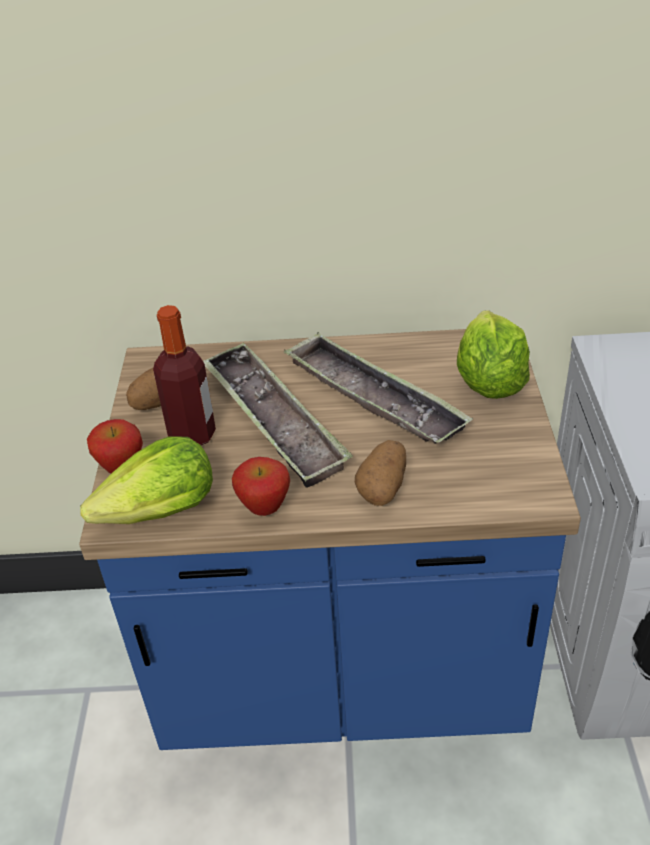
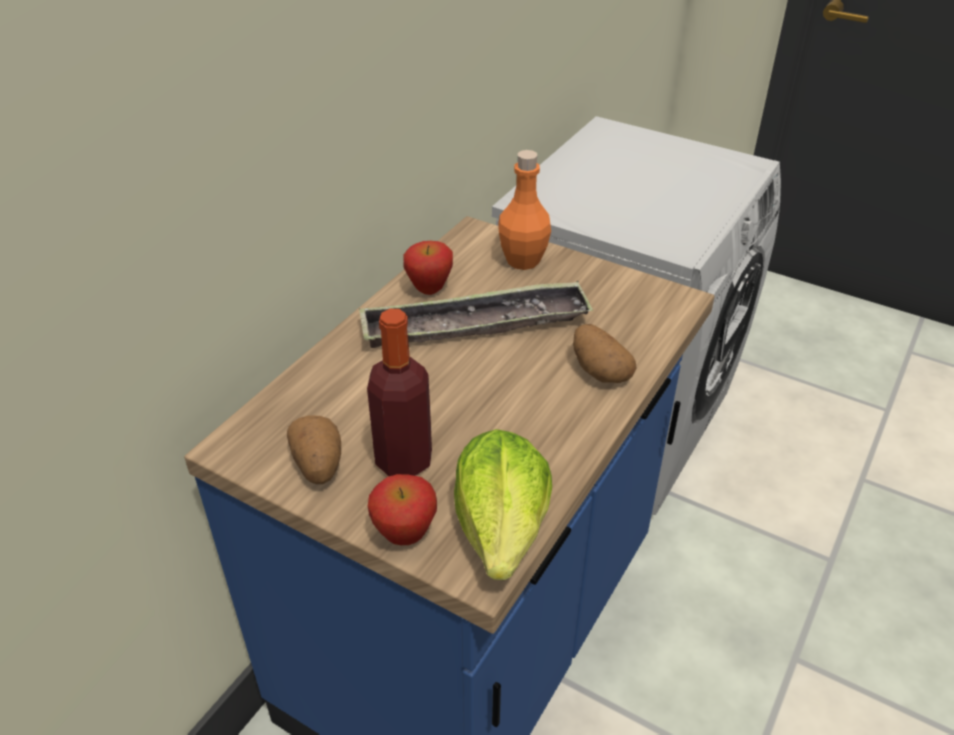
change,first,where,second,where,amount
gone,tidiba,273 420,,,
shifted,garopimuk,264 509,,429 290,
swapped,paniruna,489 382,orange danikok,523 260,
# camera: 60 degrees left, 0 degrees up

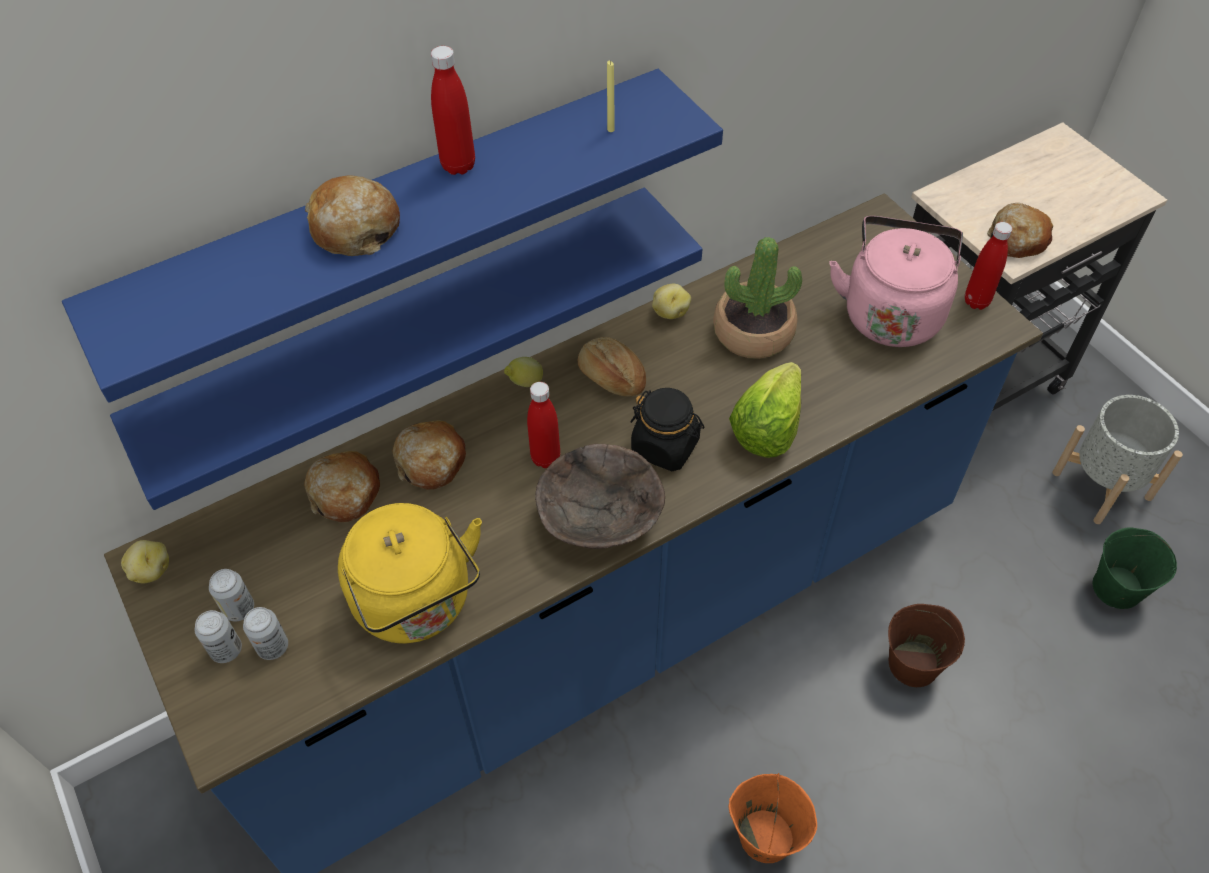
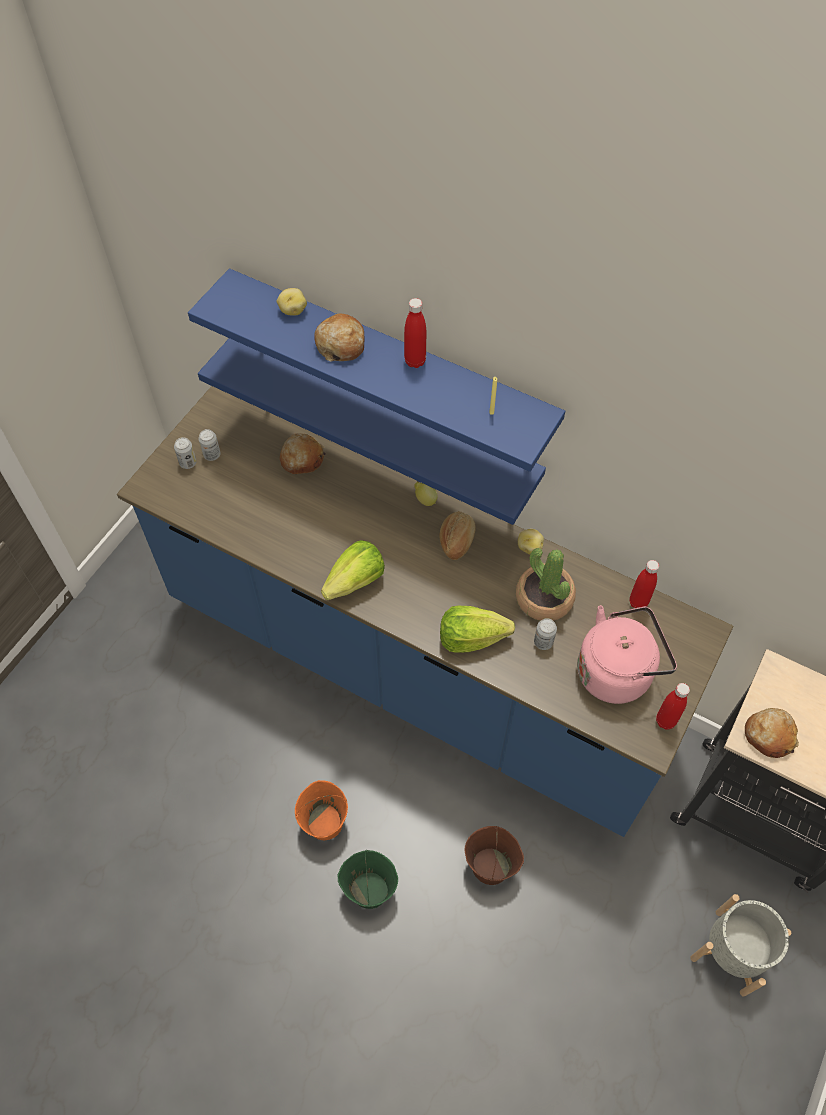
change,first,where,second,where,amount
shifted,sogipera,151 571,,292 310,
shifted,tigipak,273 647,,543 642,
gone,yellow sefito,418 604,,,
gone,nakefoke,431 461,,,
shifted,red danikok,545 458,,638 602,
swapped,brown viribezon,601 517,paniruna,355 582,
gone,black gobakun,665 446,,,
shifted,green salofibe,1116 588,,369 889,
# camera: 60 degrees right, 5 degrees up

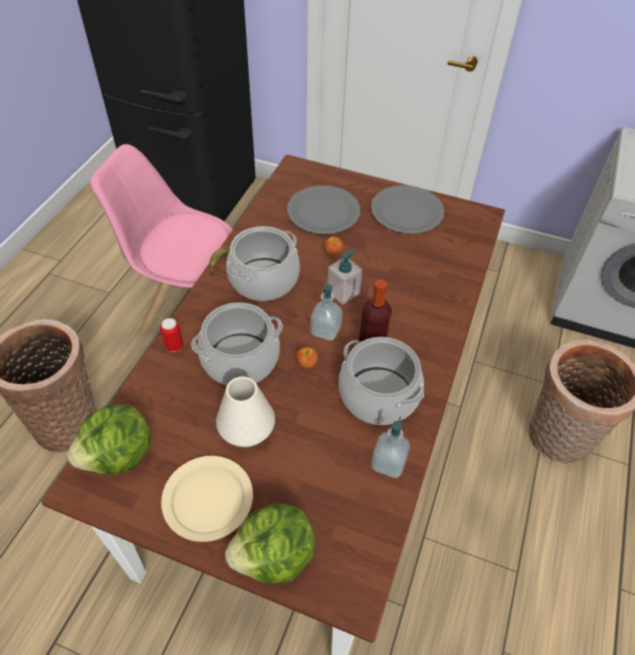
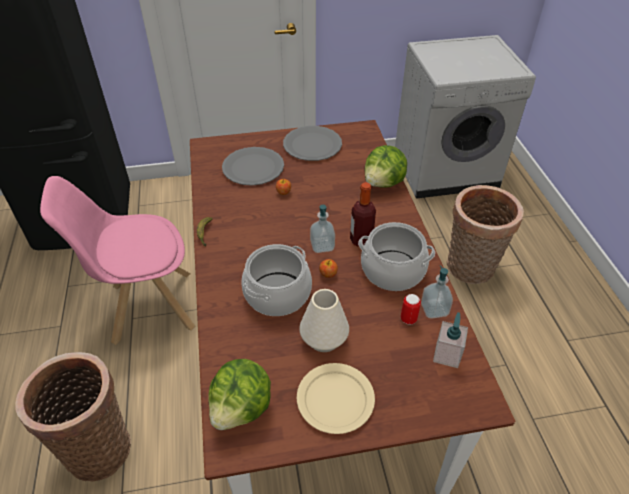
change,first,where,second,where,amount
shifted,tigipak,174 346,,408 319,
shifted,paniruna,275 557,,383 183,
gone,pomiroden,263 279,,,
shifted,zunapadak,343 292,,447 355,
# camera: 30 degrees left, 5 degrees down

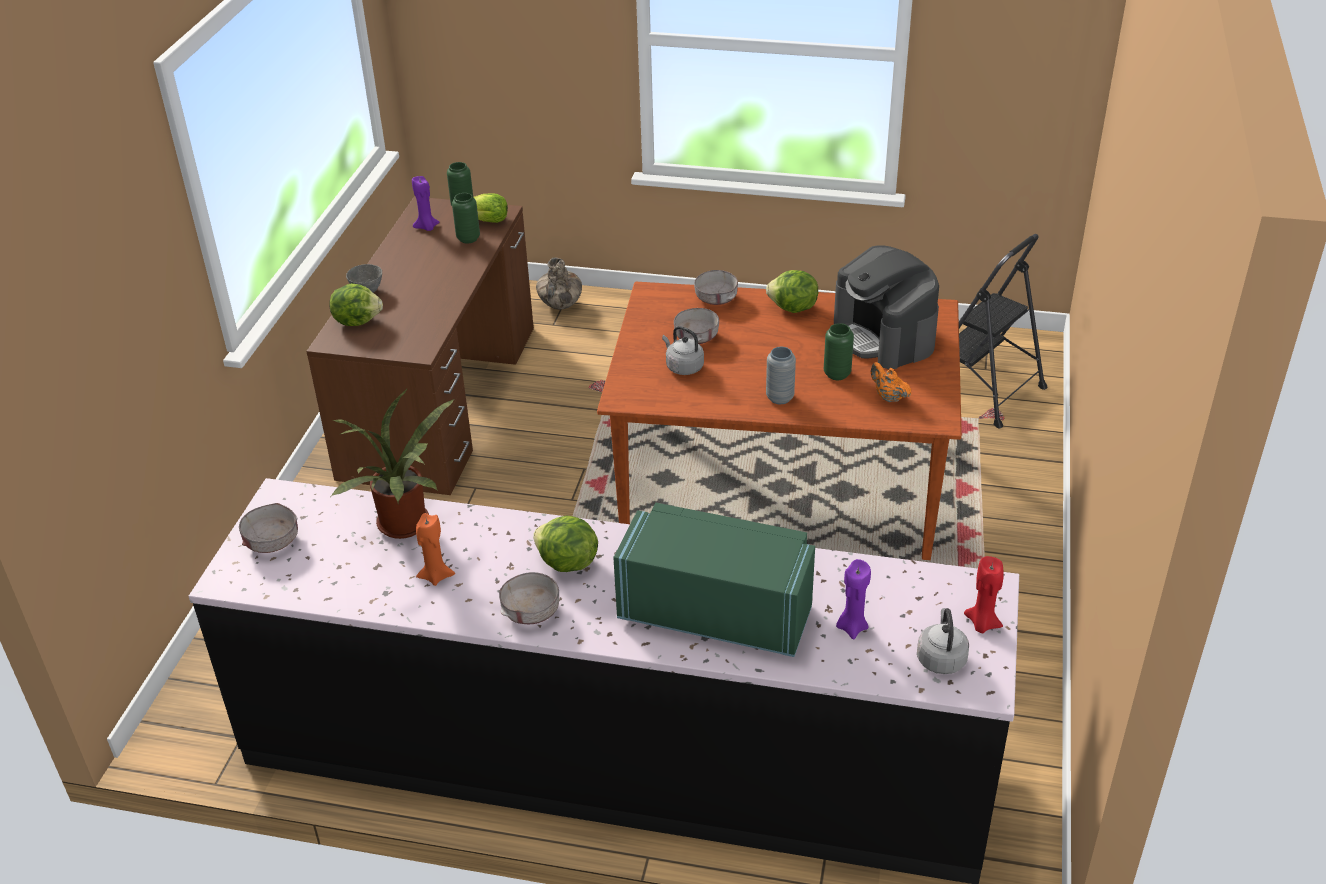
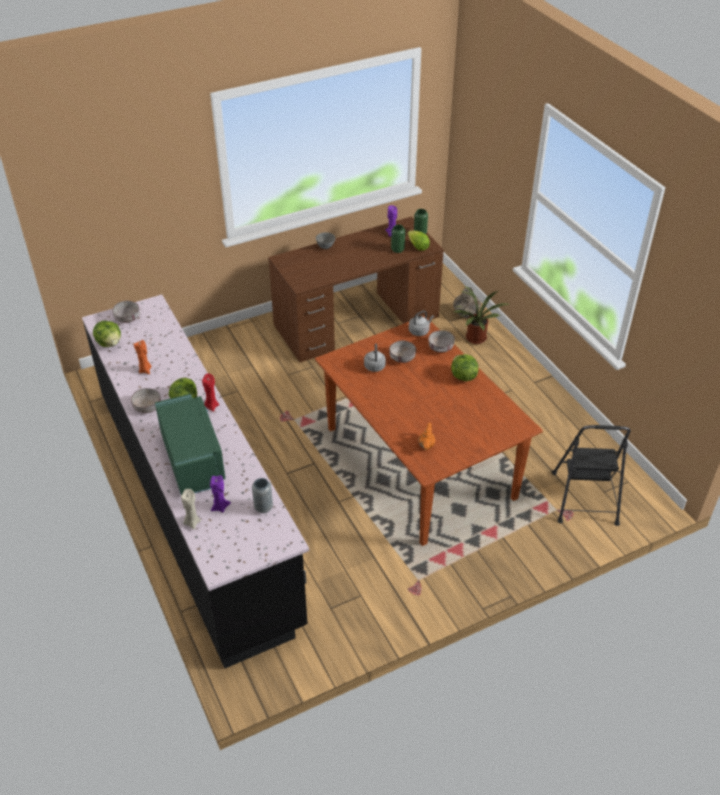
change,first,where,second,where,amount
shifted,paniruna,357 321,,110 343,
shifted,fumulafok,406 527,,475 339,
shifted,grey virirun,779 398,,263 507,
gone,green virirun,837 374,,,
gone,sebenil,884 336,,,
shifted,grey sefito,941 658,,420 331,
shifted,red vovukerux,982 624,,211 406,
new,,,beige vovukerux,192 522,
# camera: 50 degrees right, 5 degrees up

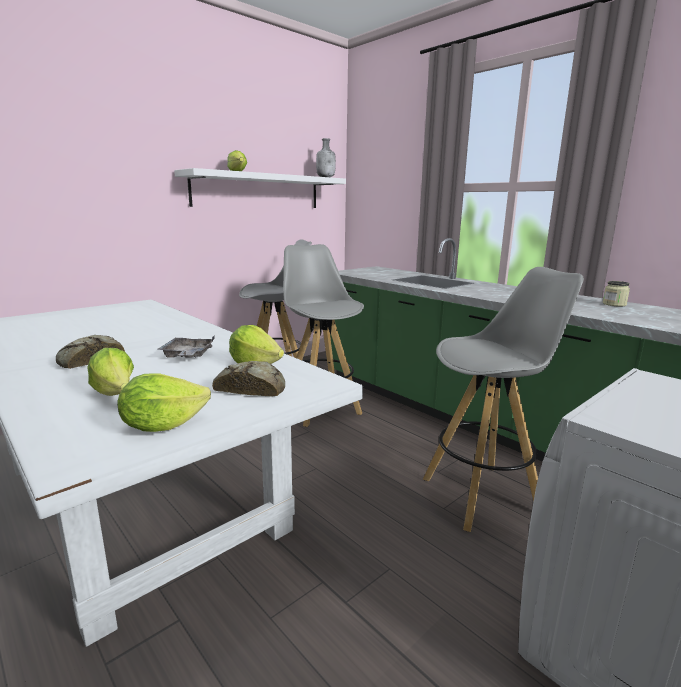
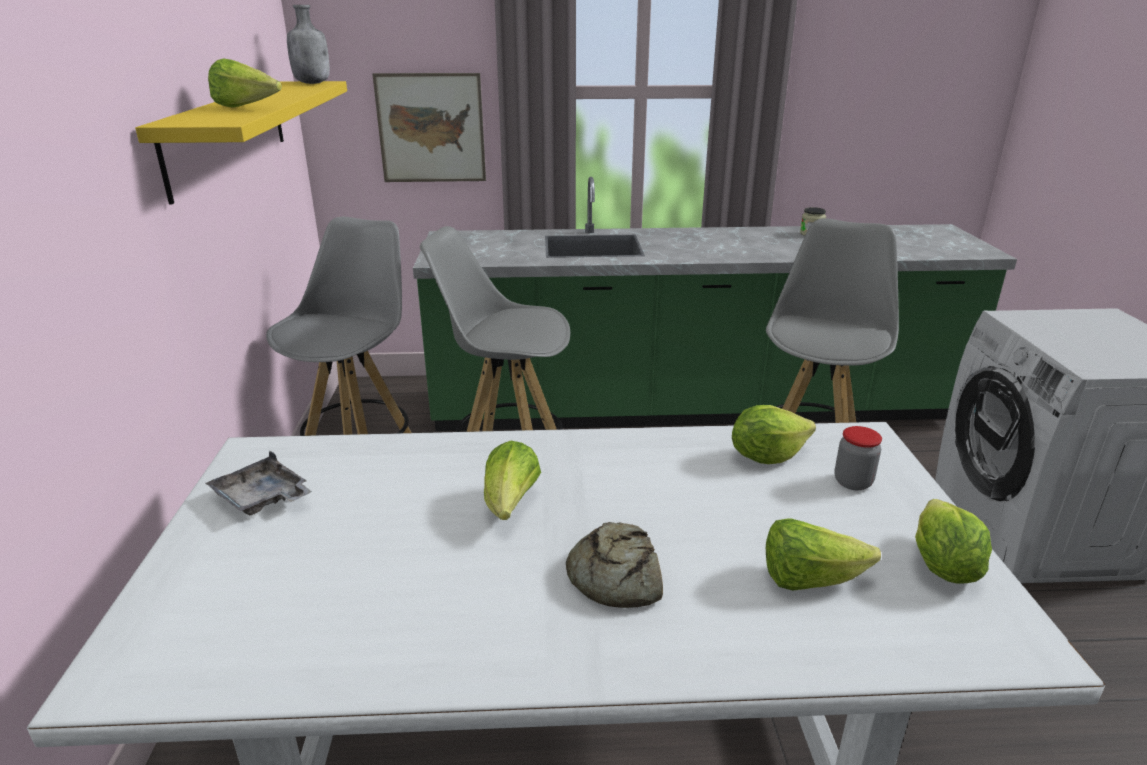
change,first,where,second,where,amount
shifted,grey tidiba,187 355,,262 498,
repainted,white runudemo,258 191,yellow runudemo,229 133,
swapped,nakefoke,251 388,gobakun,853 482,
new,,,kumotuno,431 128,
new,,,paniruna,510 504,
# camera: 50 degrees left, 10 degrees up

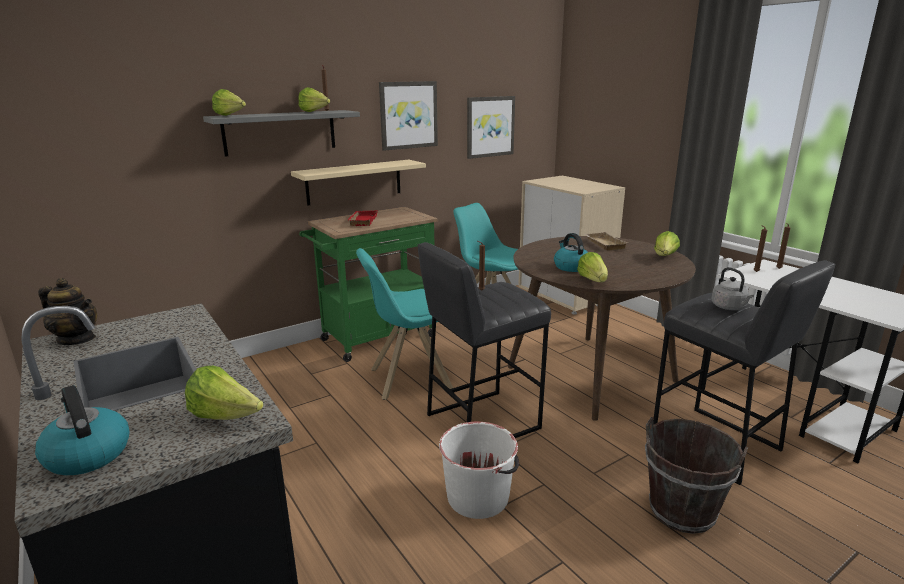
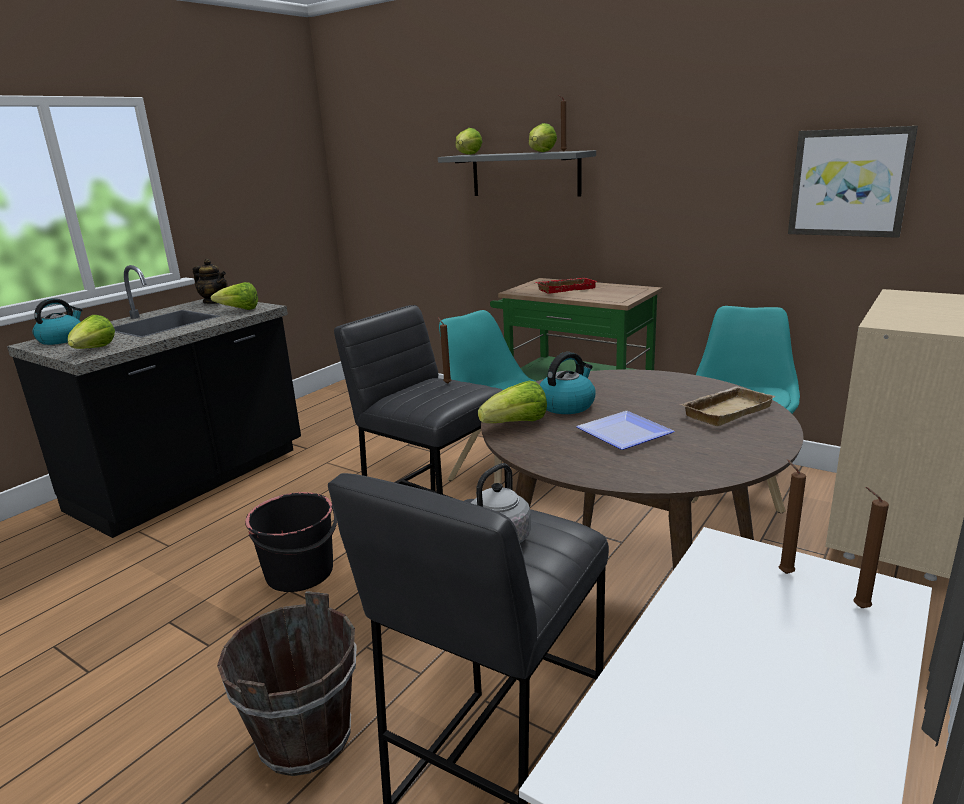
change,first,where,second,where,amount
rotated,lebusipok,77 339,,215 302,60 degrees counterclockwise
gone,beige runudemo,354 182,,,
gone,kumotuno,408 115,,,
repainted,white salofibe,478 497,black salofibe,300 573,
shifted,paniruna,664 257,,240 310,
new,,,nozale,624 432,
# camera: 70 degrees right, 0 degrees up

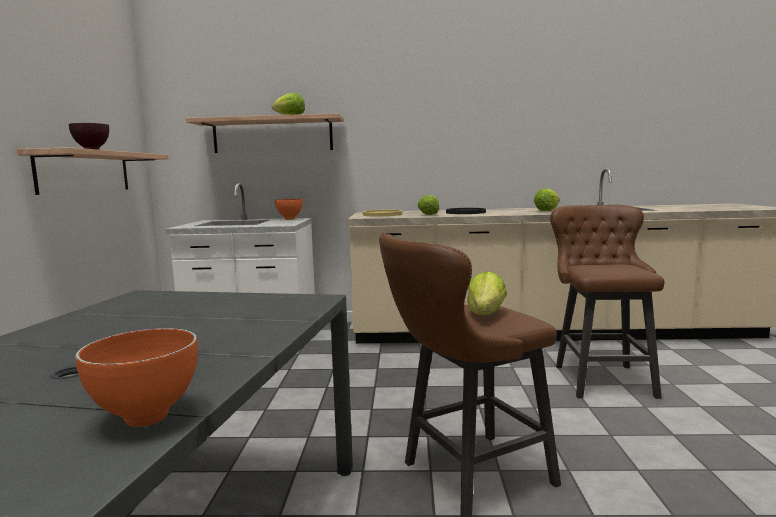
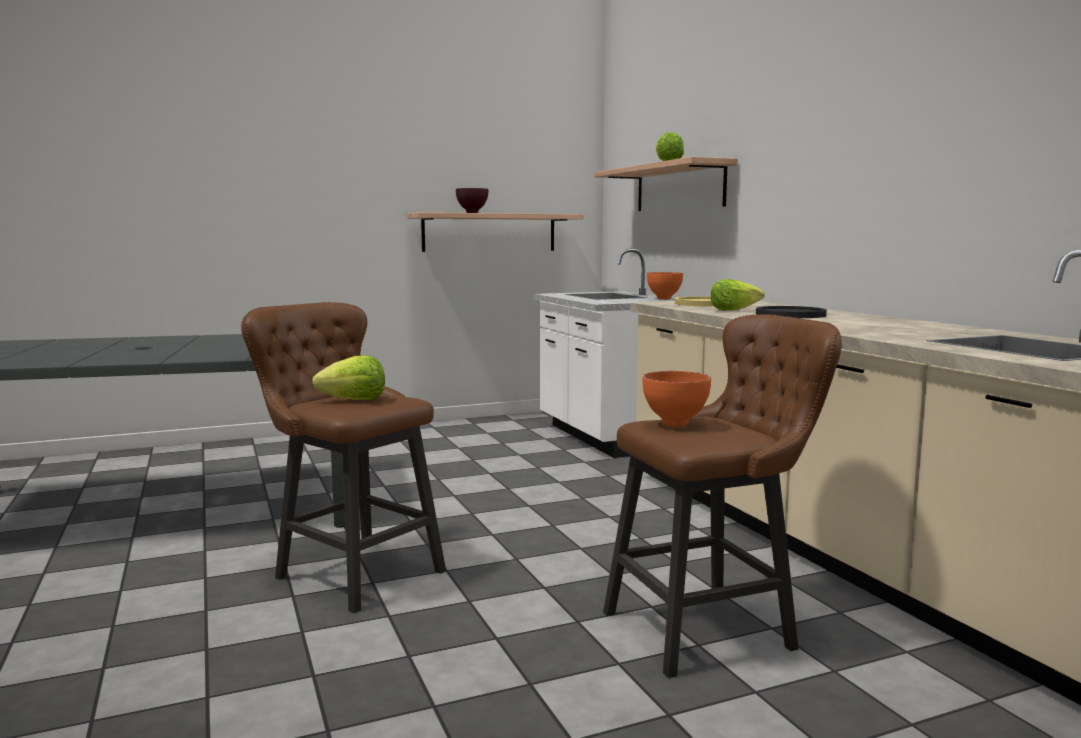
change,first,where,second,where,amount
shifted,orange viribezon,147 418,,676 424,
gone,paniruna,547 210,,,
# camera: 65 degrees right, 0 degrees up

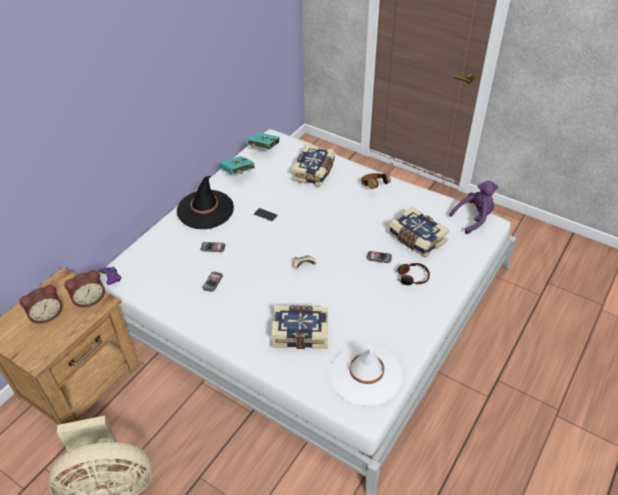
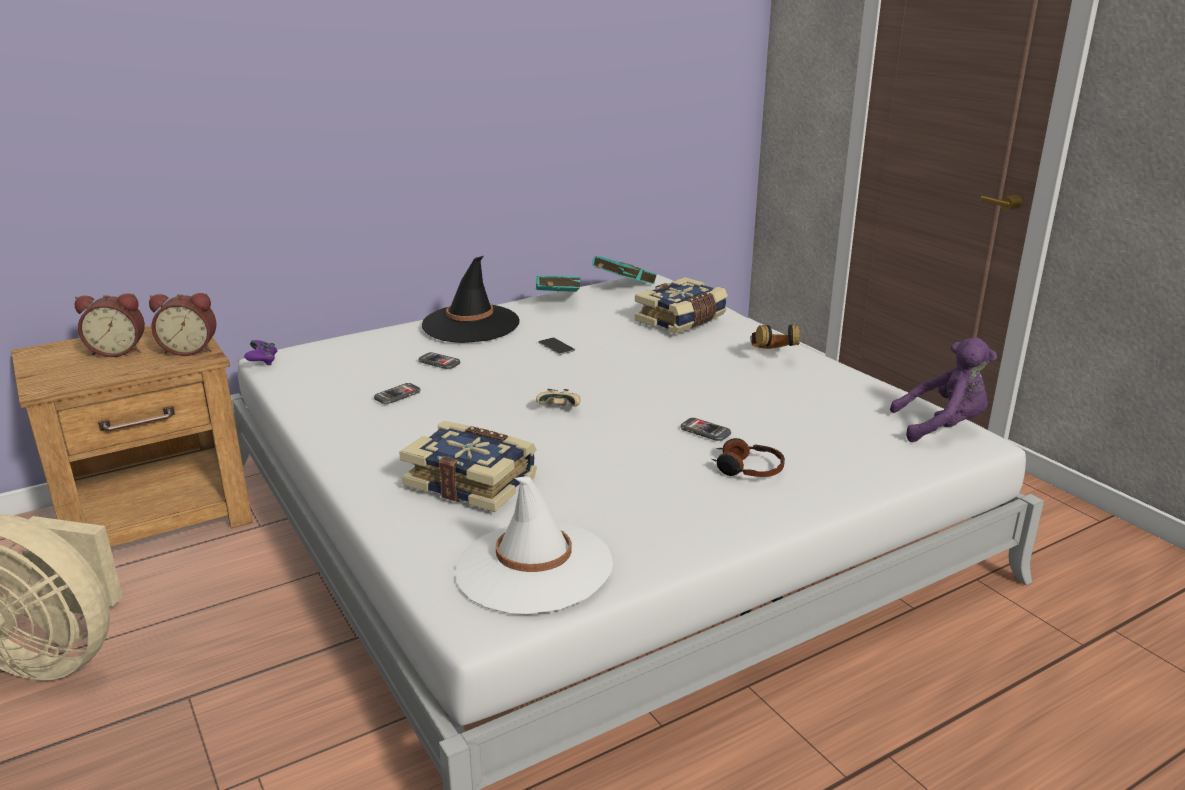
change,first,where,second,where,amount
gone,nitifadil,416 239,,,
# camera: 25 degrees right, 20 degrees down

